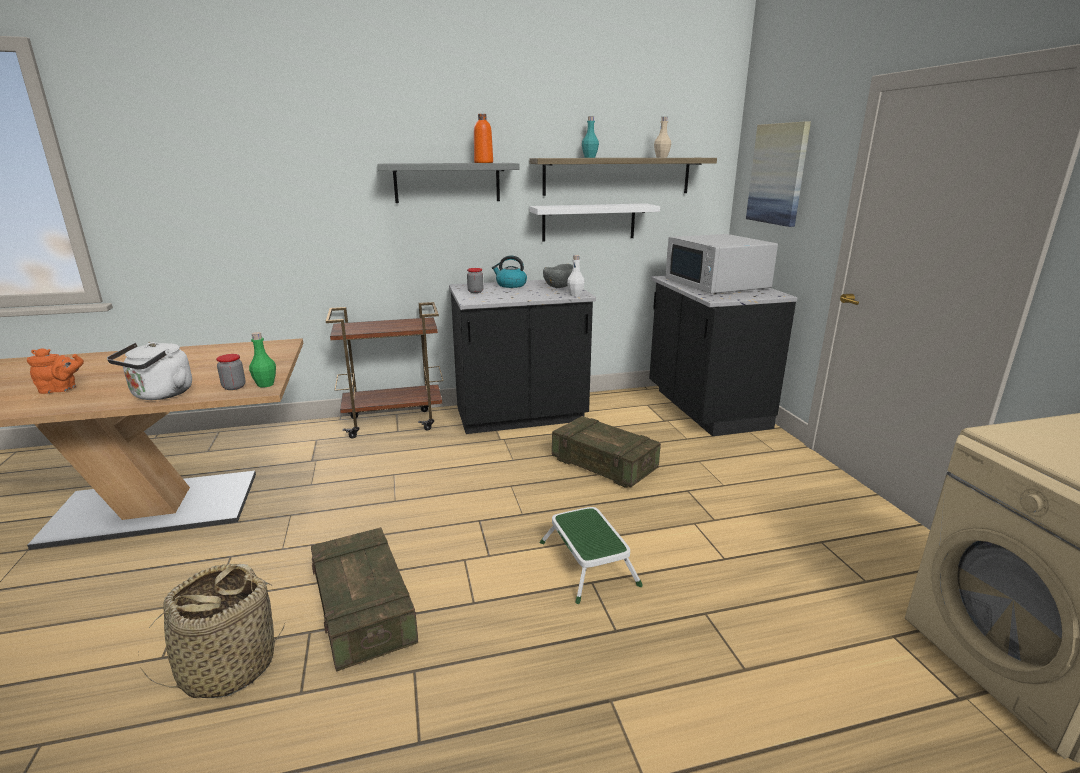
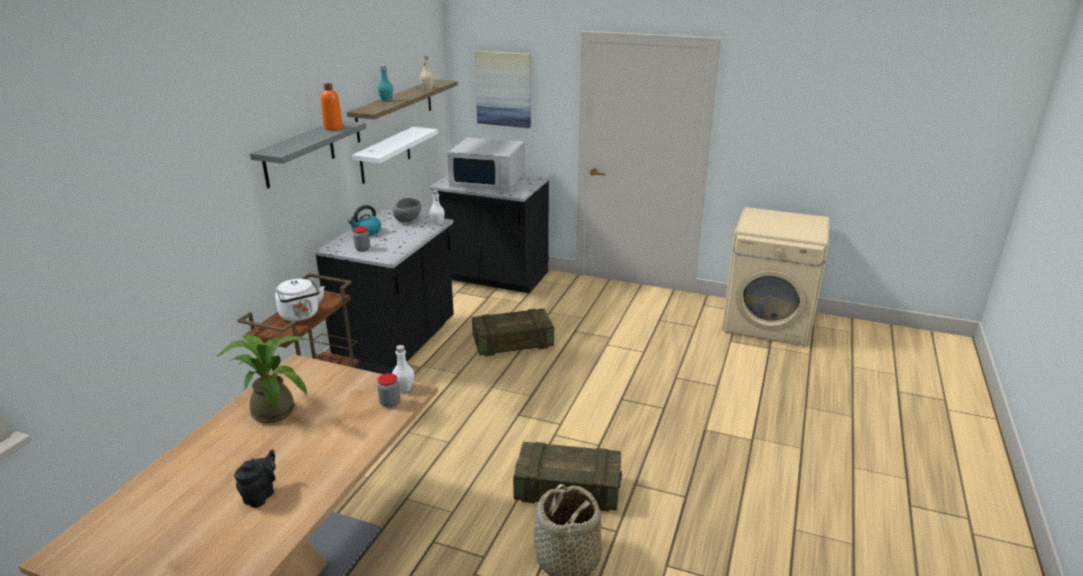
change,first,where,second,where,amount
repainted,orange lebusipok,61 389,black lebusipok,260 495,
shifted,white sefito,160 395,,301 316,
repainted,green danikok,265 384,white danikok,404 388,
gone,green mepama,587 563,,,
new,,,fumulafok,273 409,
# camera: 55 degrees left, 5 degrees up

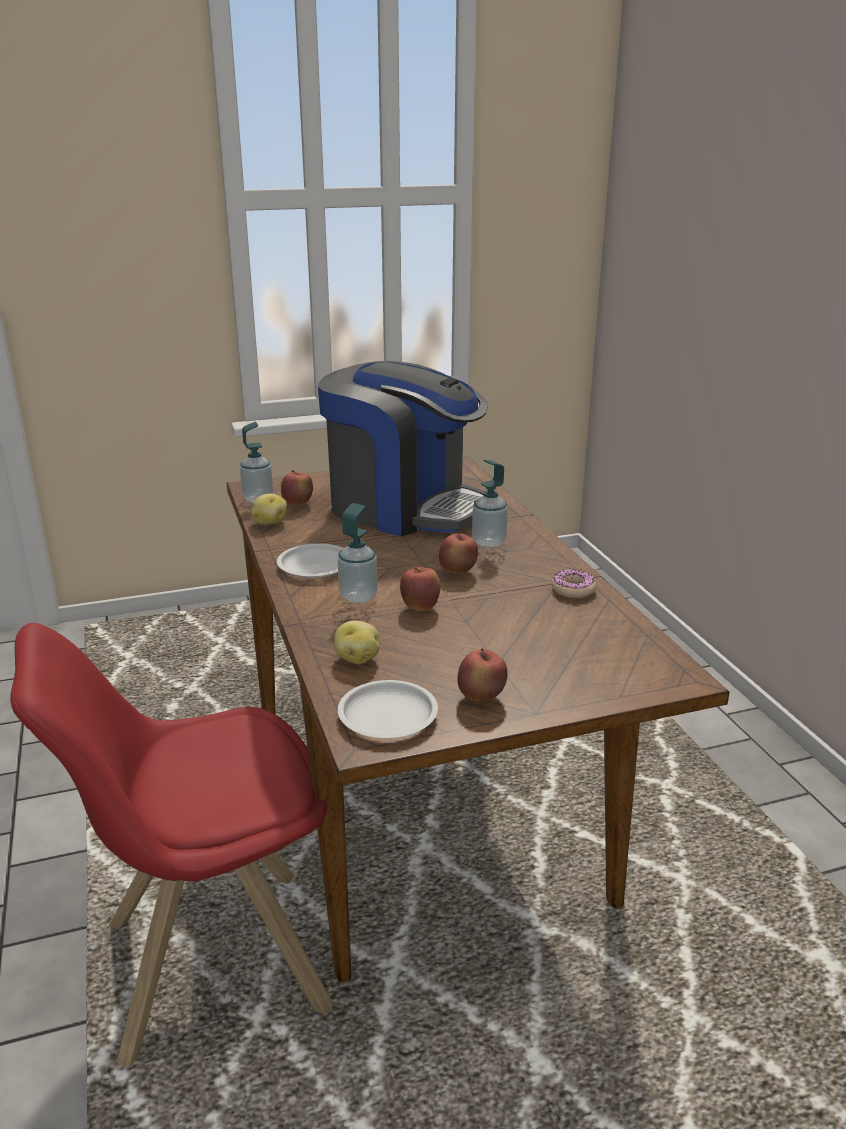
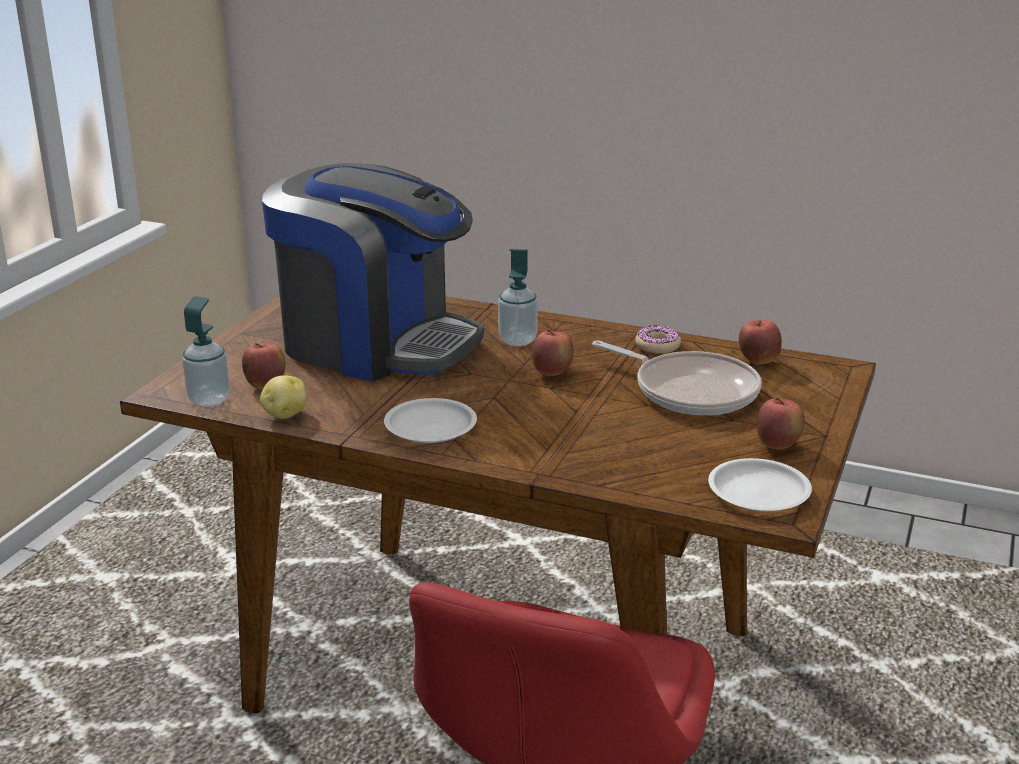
change,first,where,second,where,amount
rotated,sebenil,404 507,,375 343,45 degrees clockwise
gone,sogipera,357 658,,,
gone,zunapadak,358 597,,,
shifted,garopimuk,420 608,,758 361,
new,,,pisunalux,690 390,
# camera: 50 degrees left, 0 degrees up

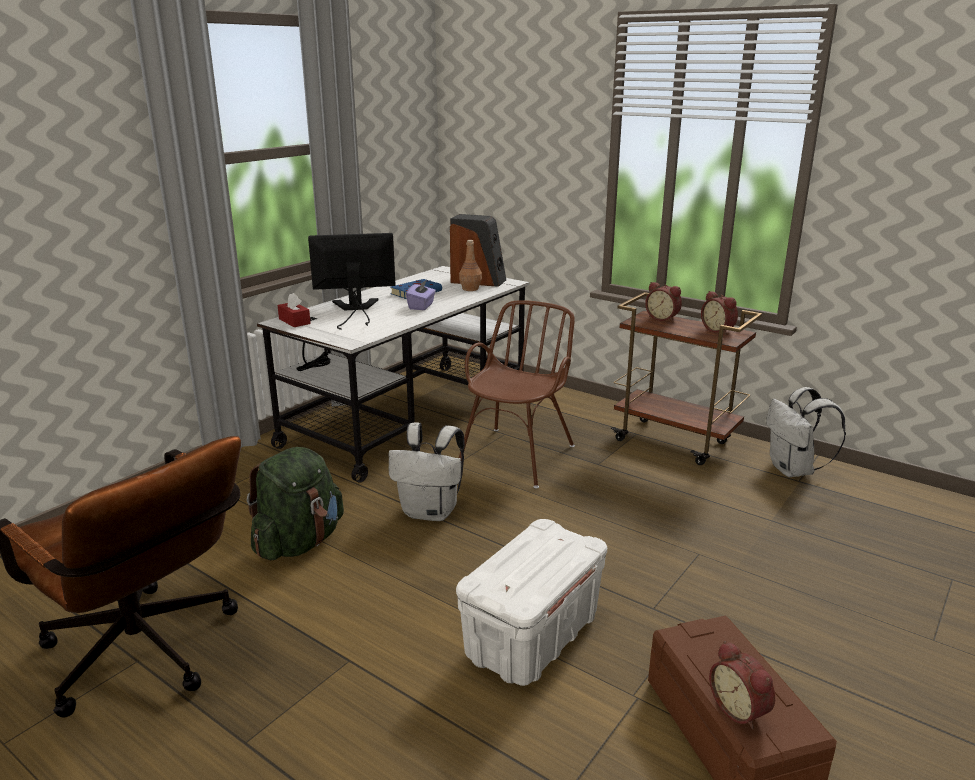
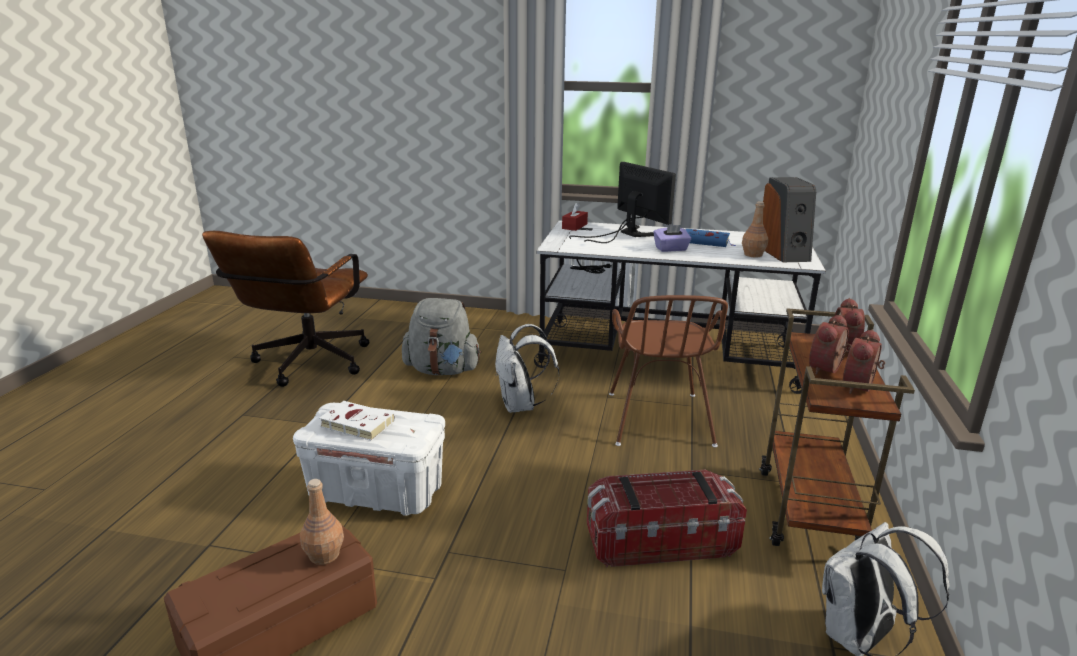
change,first,where,second,where,amount
repainted,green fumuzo,299 542,grey fumuzo,442 370,
rotated,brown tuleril,517 454,,659 421,90 degrees clockwise
shifted,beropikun,740 709,,828 369,
new,,,brown danikok,324 555,
new,,,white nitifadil,355 424,
new,,,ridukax,659 541,
# camera: 65 degrees right, 0 degrees up

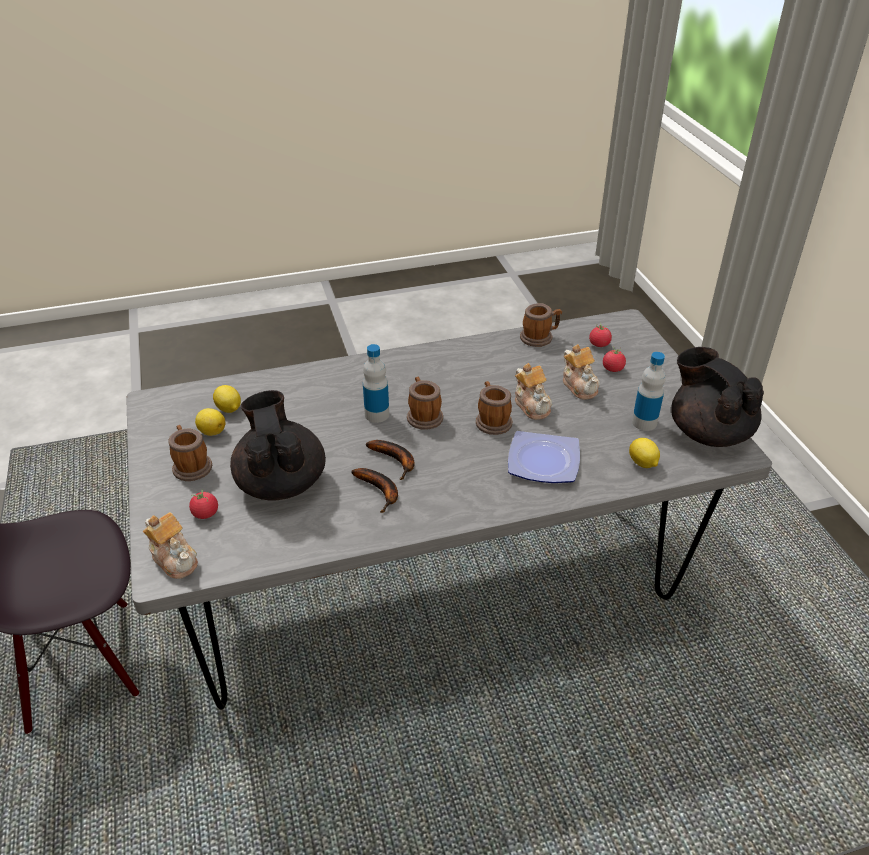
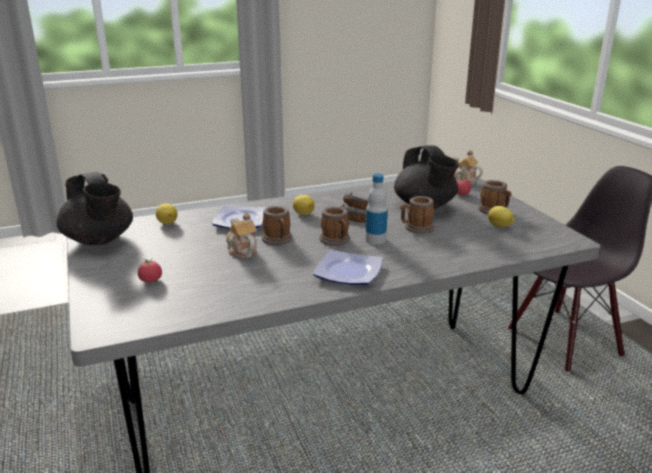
change,first,where,second,where,amount
shifted,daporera,229 409,,303 213,
shifted,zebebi,539 337,,416 228,
gone,lebusipok,580 386,,,
gone,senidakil,599 344,,,
gone,danikok,644 422,,,
new,,,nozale,347 271,
# camera: 175 degrees right, 15 degrees down

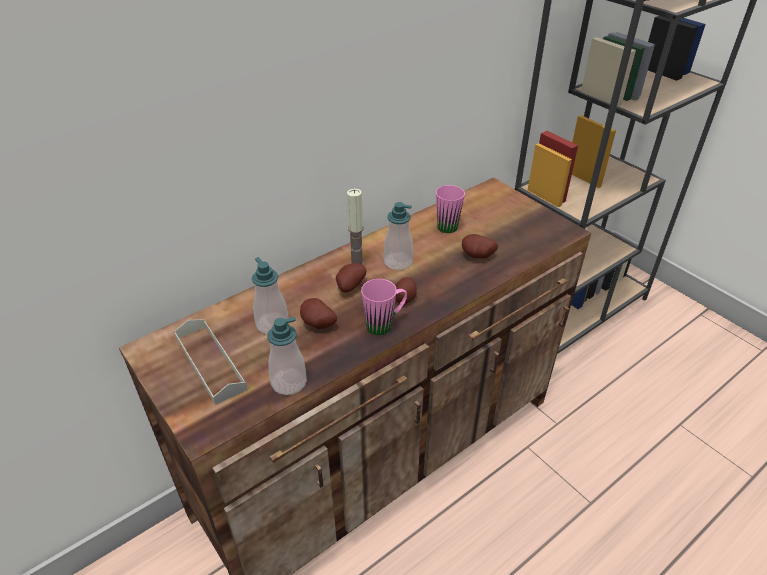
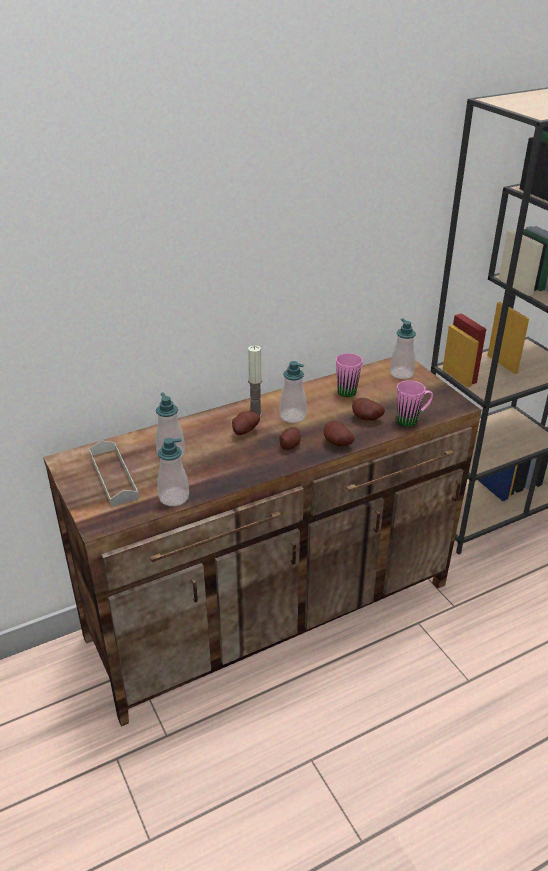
change,first,where,second,where,amount
shifted,sogipera,317 325,,336 444,
shifted,pink zebebi,385 324,,412 420,
new,,,zunapadak,401 373,
# camera: 10 degrees right, 5 degrees down

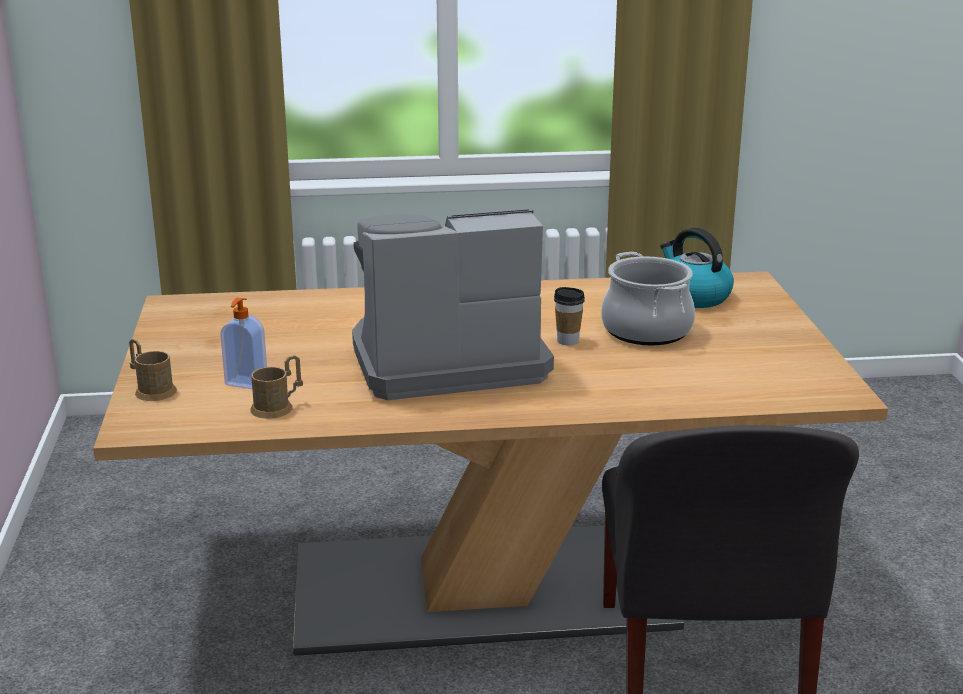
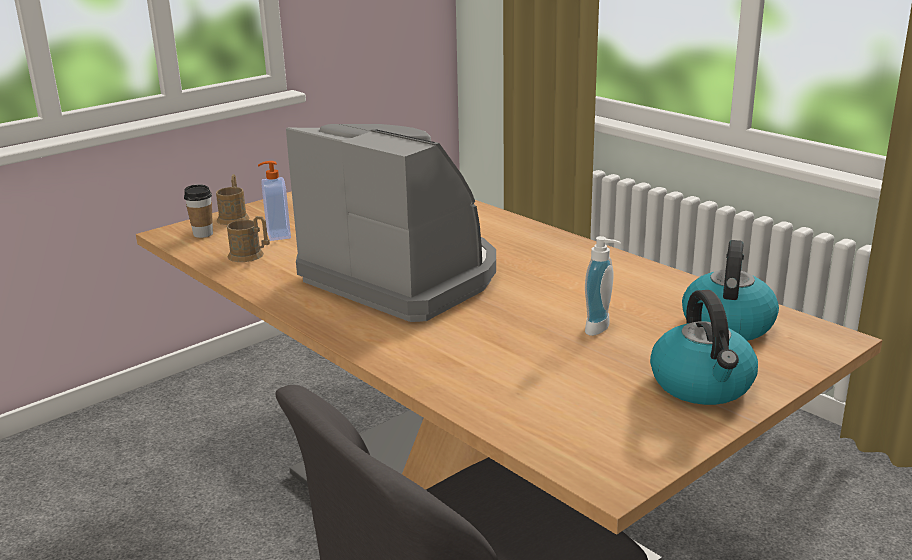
change,first,where,second,where,amount
shifted,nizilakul,568 341,,203 234,
swapped,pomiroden,646 330,zunapadak,601 328,
new,,,sefito,703 385,
# camera: 55 degrees right, 0 degrees up

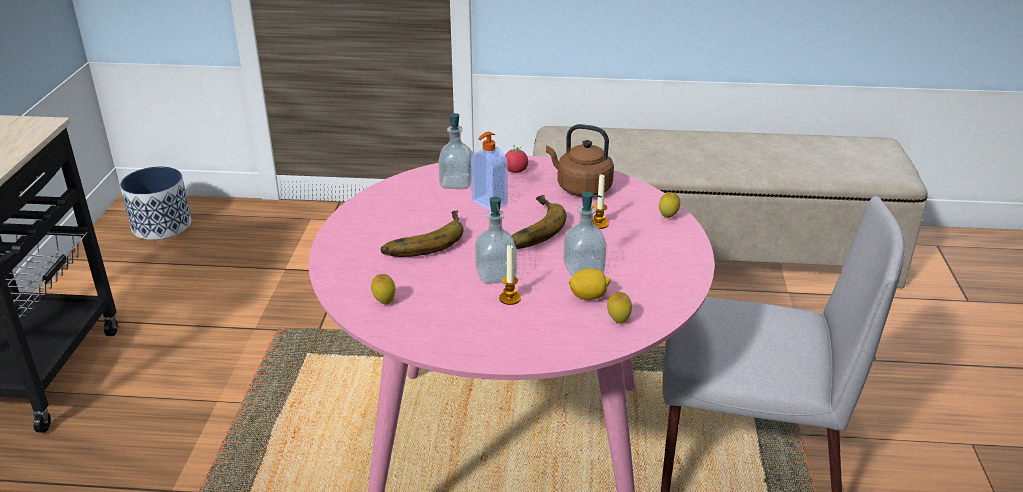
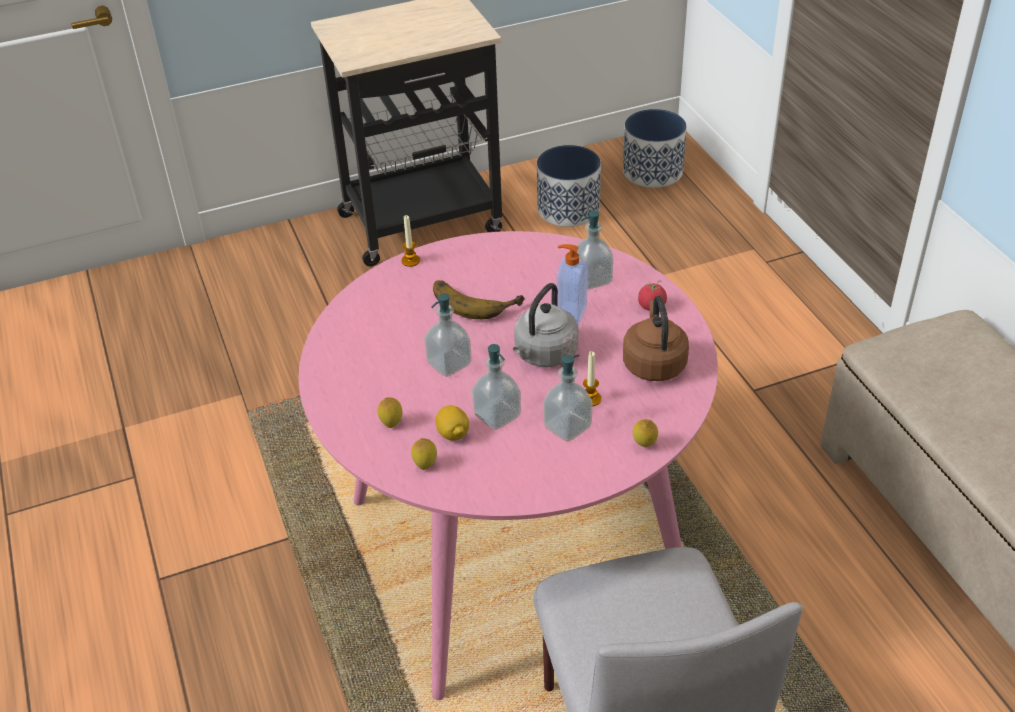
change,first,where,second,where,amount
shifted,daporera,384 302,,391 424,
shifted,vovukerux,510 298,,410 261,
swapped,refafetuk,528 228,grey sefito,544 355,
new,,,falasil,568 209,
new,,,zunapadak,567 427,
# camera: 65 degrees right, 10 degrees up

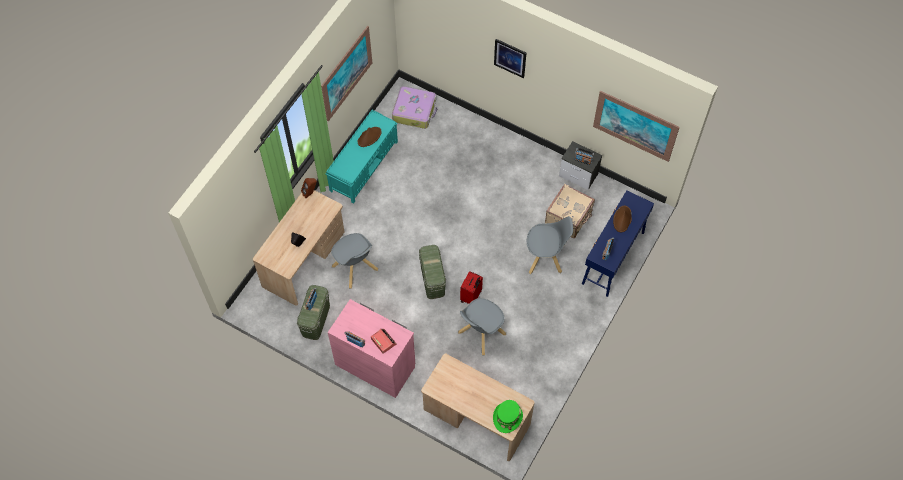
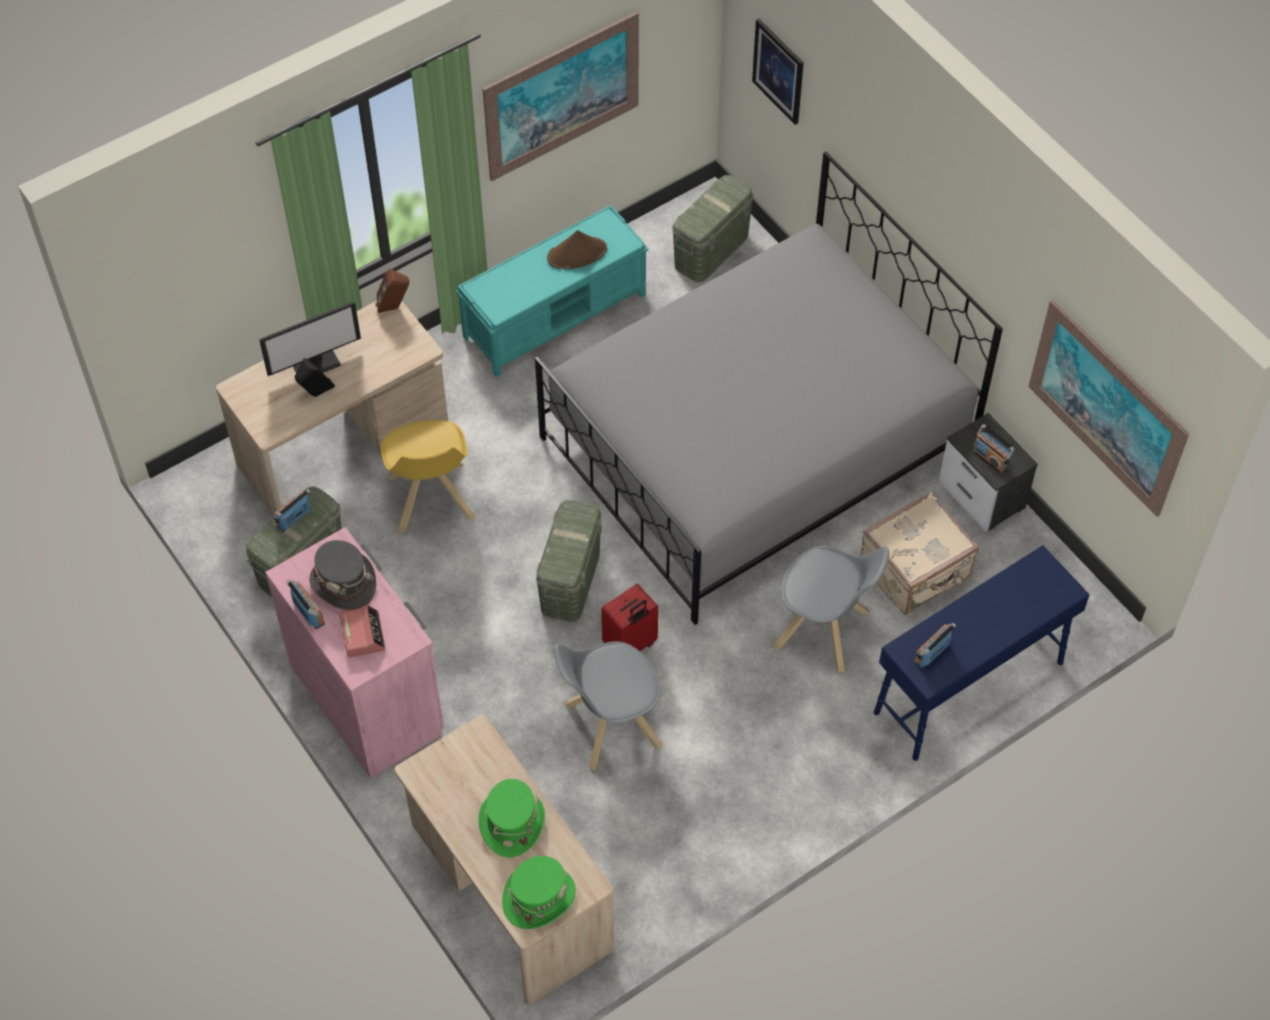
change,first,where,second,where,amount
repainted,grey tuleril,355 269,yellow tuleril,431 500,
swapped,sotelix,415 111,green ridukax,711 250,
shifted,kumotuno,510 58,,778 71,
gone,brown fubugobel,622 219,,,
new,,,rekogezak,316 363,
new,,,grey fubugobel,344 583,
new,,,green fubugobel,512 823,
new,,,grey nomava,757 444,
# camera: 25 degrees right, 5 degrees down

